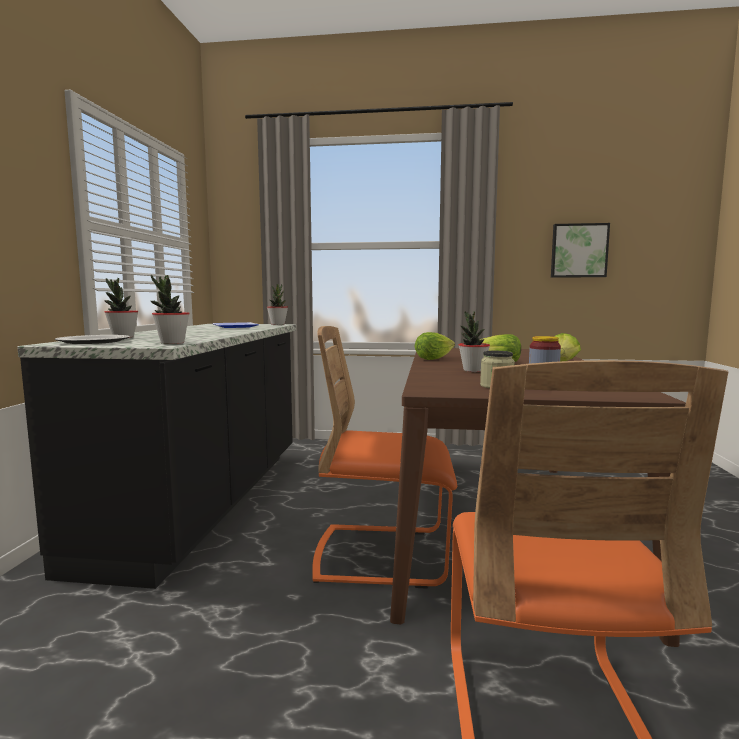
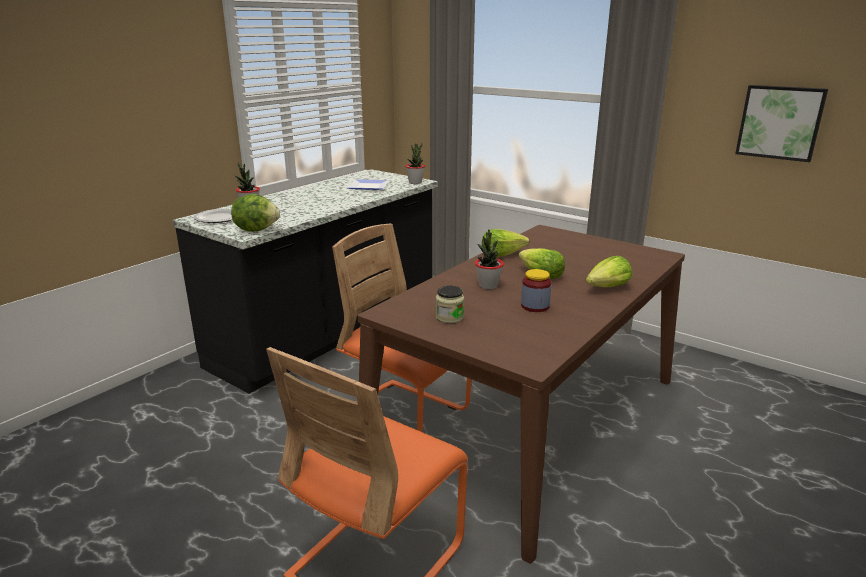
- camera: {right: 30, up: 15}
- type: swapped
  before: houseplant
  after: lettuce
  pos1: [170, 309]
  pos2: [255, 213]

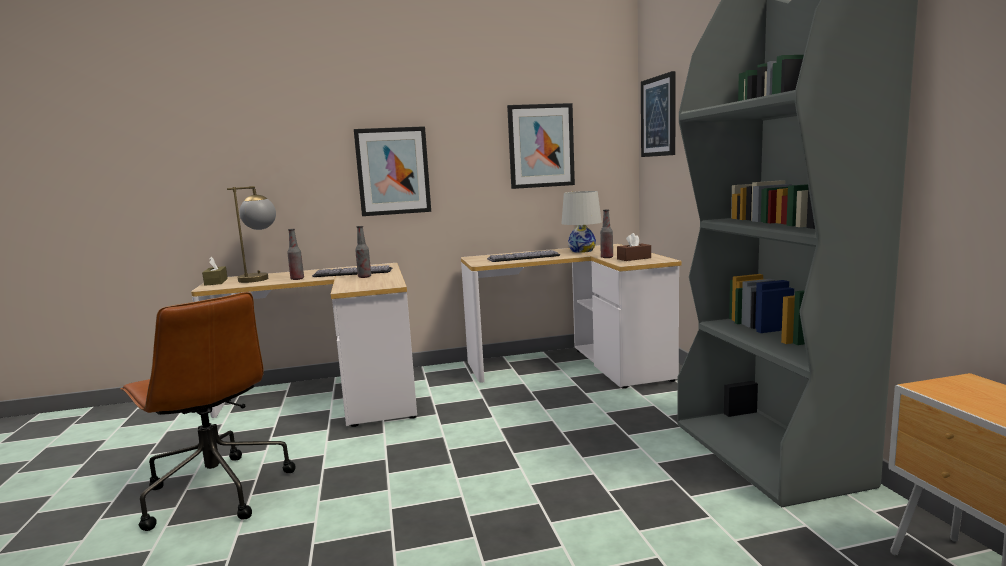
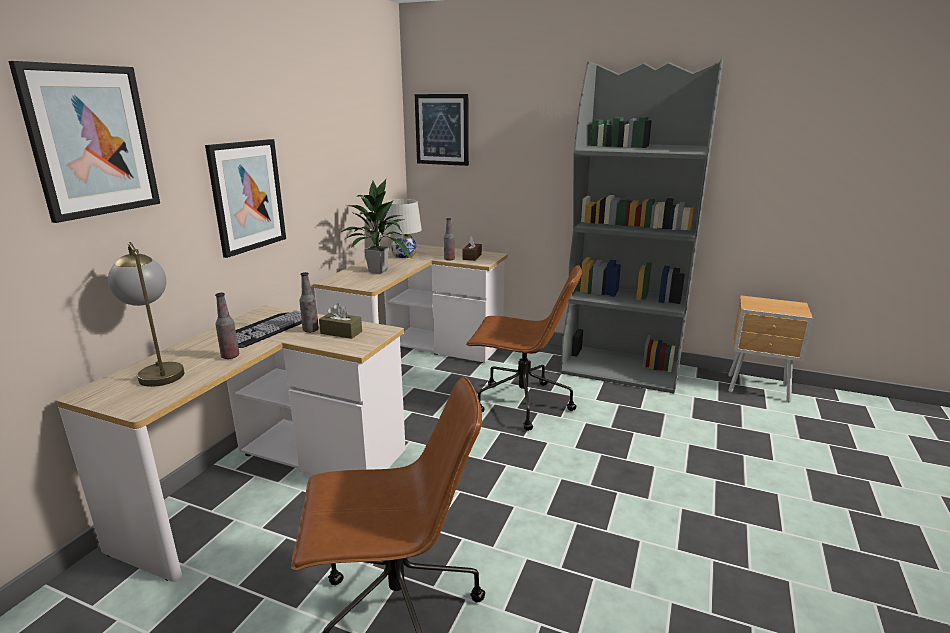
- camera: {right: -55, up: 10}
- type: shifted
  before: wall_picture
  pos1: [541, 146]
  pos2: [84, 142]
- type: swapped
  before: PC_keyboard
  after: houseplant
  pos1: [523, 256]
  pos2: [375, 226]
- type: shifted
  before: brownish_box_of_tissues
  pos1: [215, 271]
  pos2: [340, 321]
- type: new
  after: brownish_desk_chair
  pos2: [524, 348]

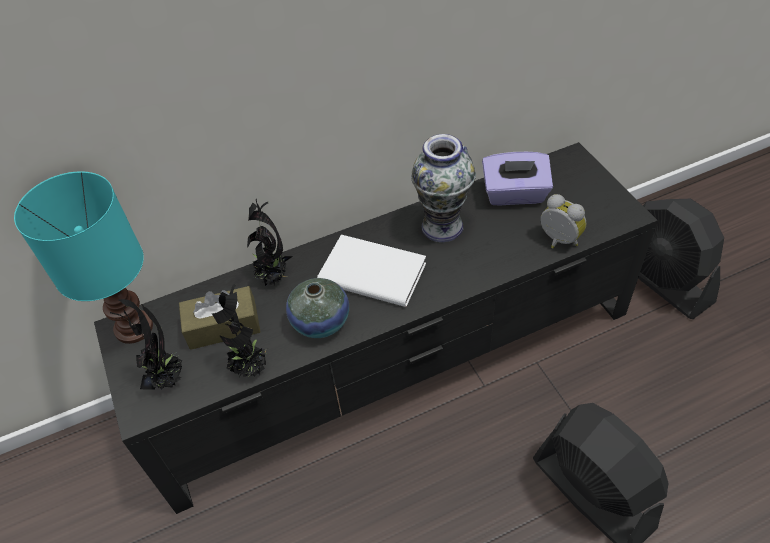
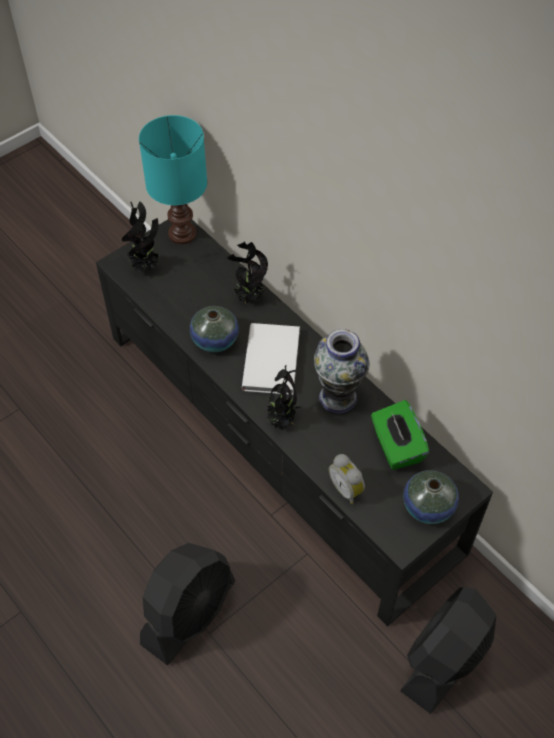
- camera: {right: 70, up: 5}
- type: repainted
  before: purple_box_of_tissues
  after: green-coloured_box_of_tissues
  pos1: [517, 178]
  pos2: [400, 435]
- type: rotated
  before: table_clock
  pos1: [563, 221]
  pos2: [347, 479]
  turn: 120
- type: shifted
  before: houseplant
  pos1: [239, 331]
  pos2: [283, 397]
- type: gone
  before: brownish_box_of_tissues
  pos1: [219, 318]
- type: new
  after: vase
  pos2: [431, 497]

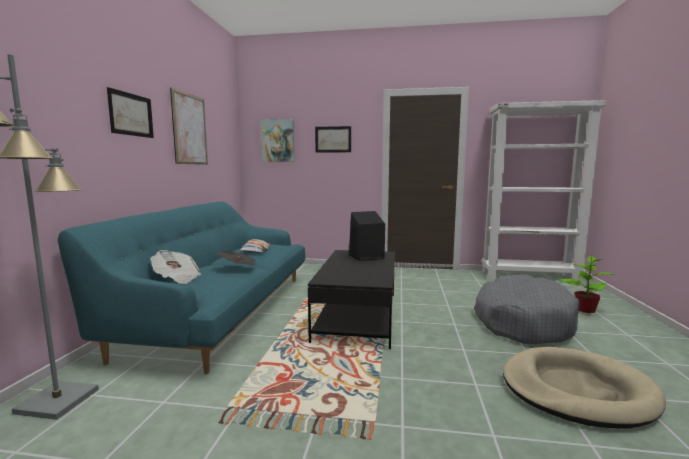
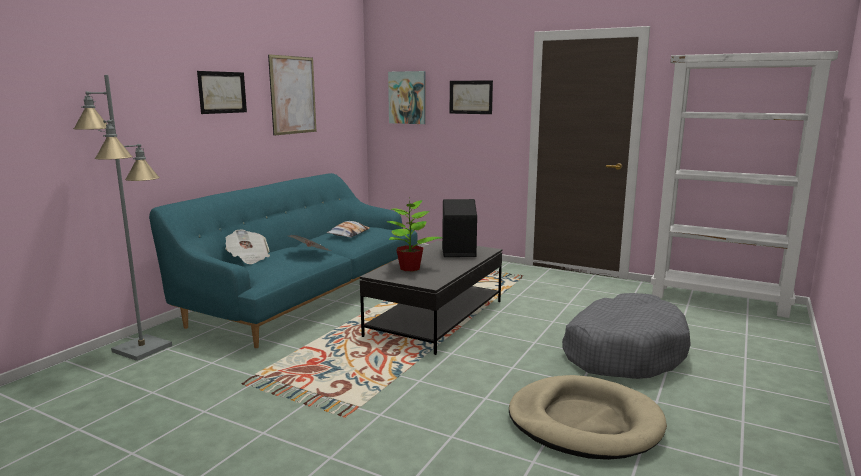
- camera: {right: 20, up: 5}
- type: shifted
  before: houseplant
  pos1: [586, 284]
  pos2: [415, 234]

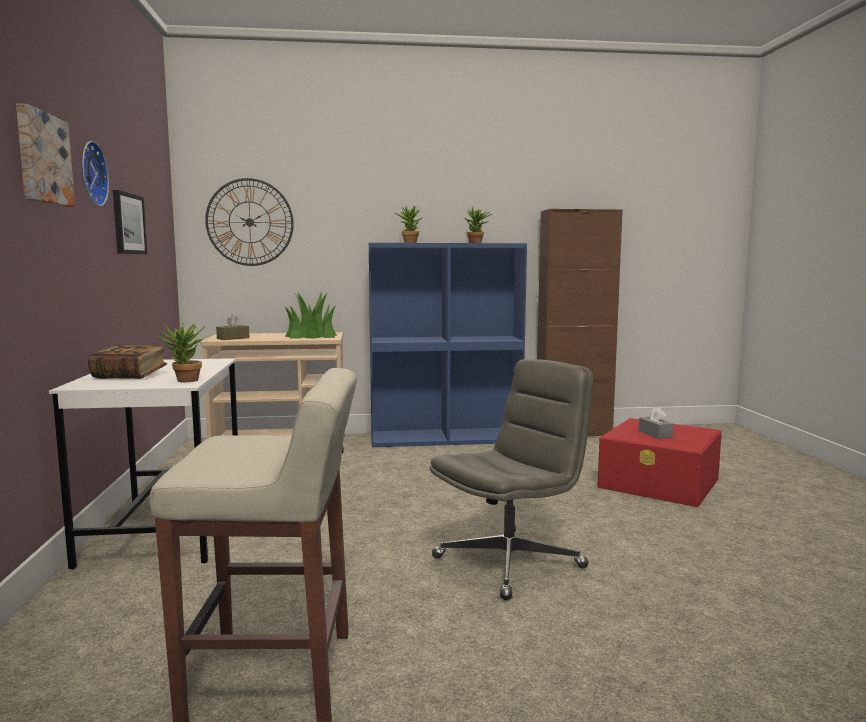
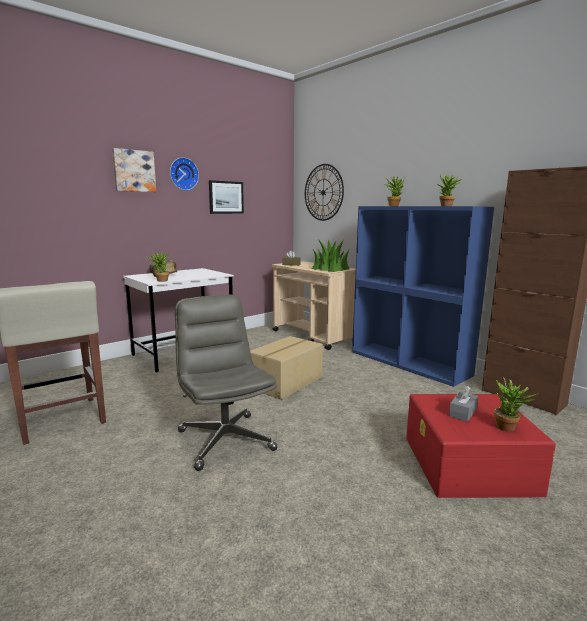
- camera: {right: 55, up: 5}
- type: rotated
  before: grey_desk_chair
  pos1: [511, 479]
  pos2: [226, 383]
  turn: -135
- type: new
  after: carton
  pos2: [286, 368]
- type: new
  after: houseplant
  pos2: [515, 404]

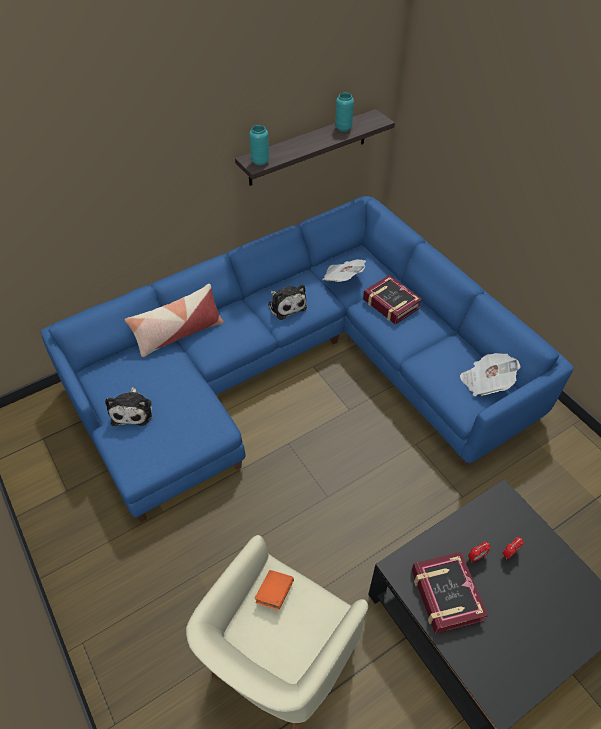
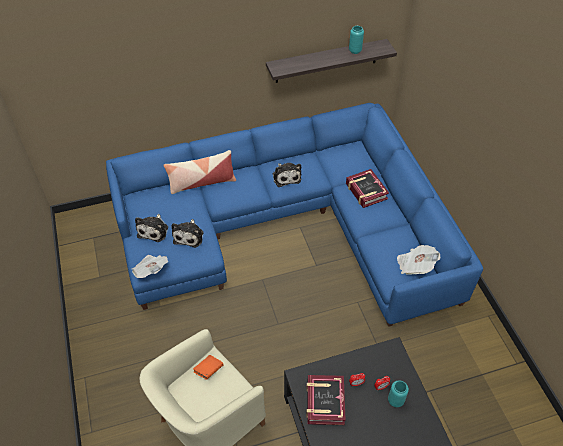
- camera: {right: 15, up: 0}
- type: shifted
  before: turquoise_vase
  pos1: [259, 145]
  pos2: [398, 393]
- type: shifted
  before: daily_paper
  pos1: [344, 270]
  pos2: [150, 266]
- type: new
  after: plush_toy
  pos2: [187, 233]

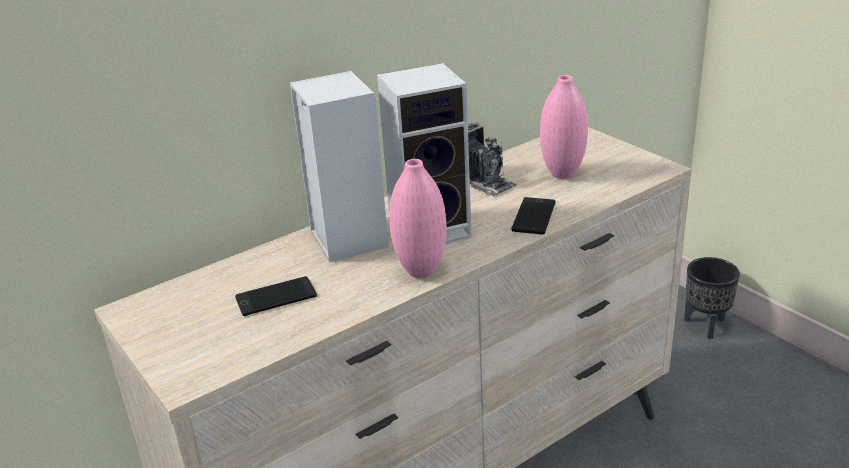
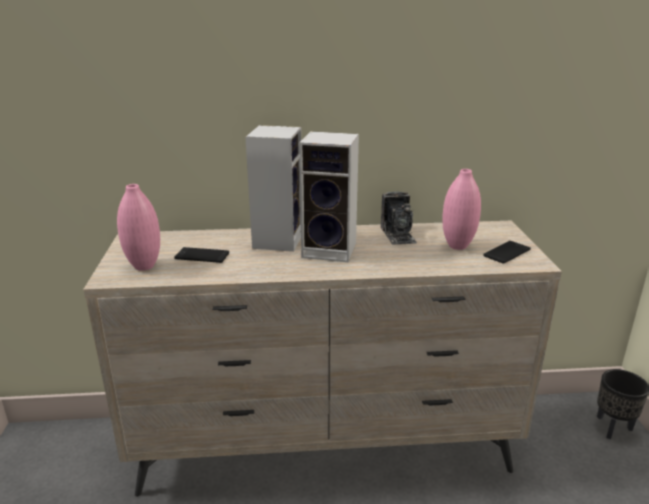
- camera: {right: 30, up: -5}
- type: shifted
  before: pink_vase
  pos1: [418, 218]
  pos2: [138, 227]
- type: shifted
  before: handset
  pos1: [534, 215]
  pos2: [507, 252]

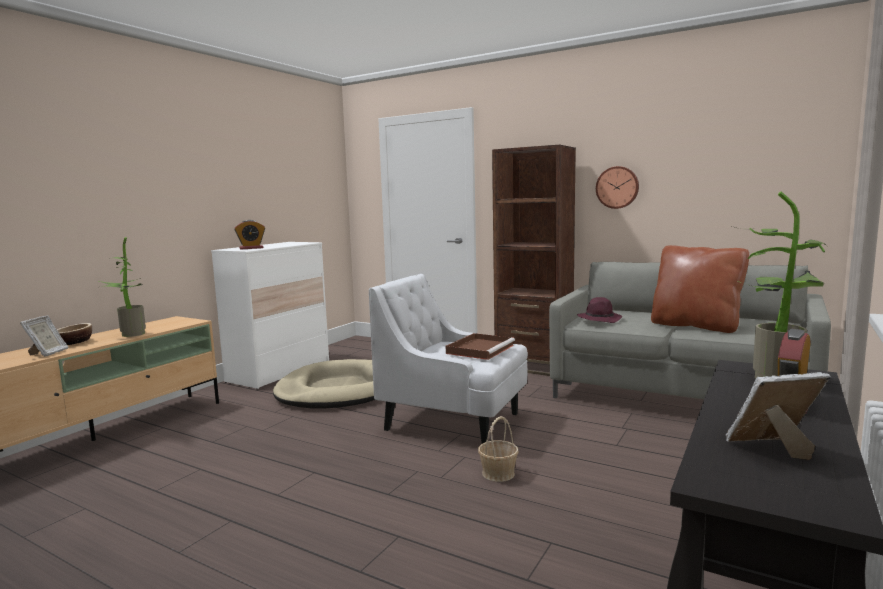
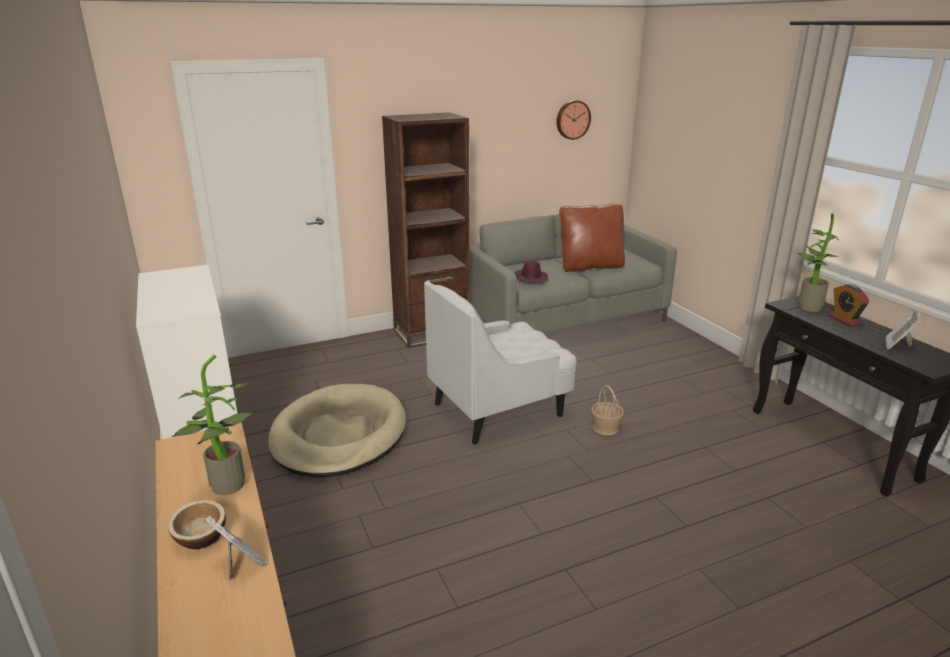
- camera: {right: -55, up: 15}
- type: shifted
  before: clock_on_the_wall
  pos1: [617, 187]
  pos2: [574, 120]
- type: gone
  before: table_clock
  pos1: [249, 234]
- type: gone
  before: brownish_carrying_tray
  pos1: [480, 346]

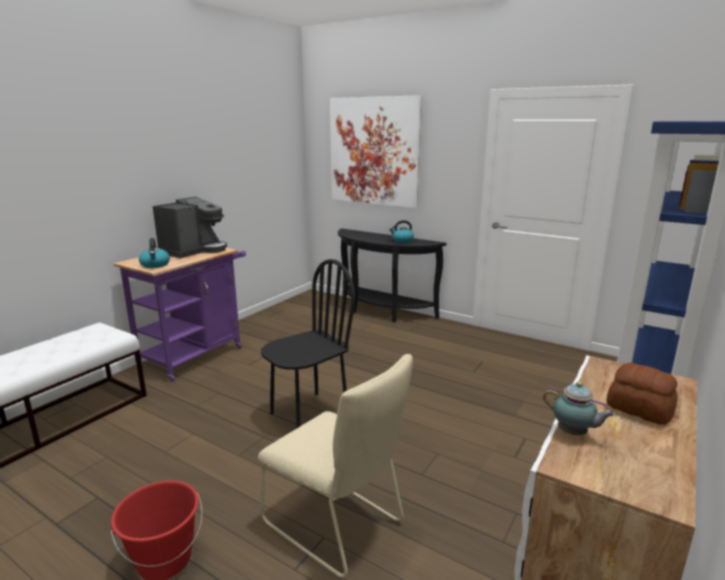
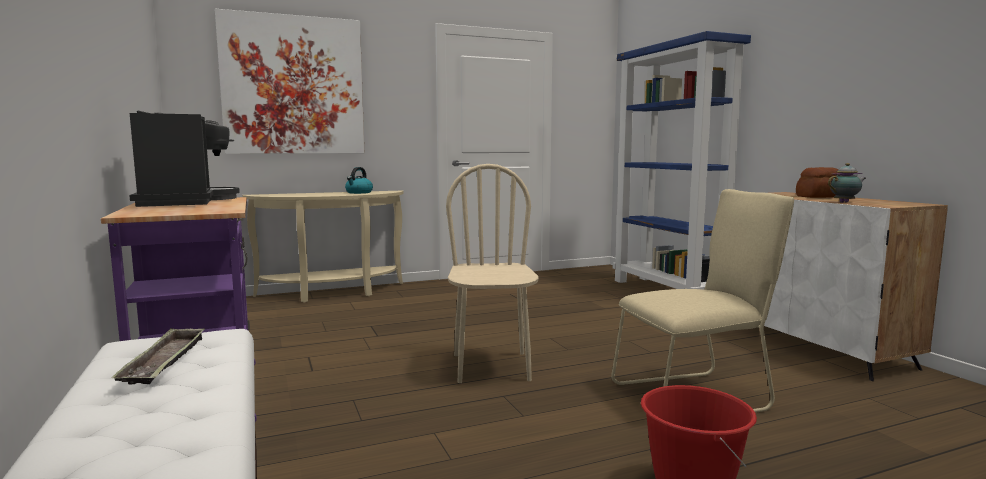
- camera: {right: -55, up: -10}
- type: repainted
  before: black-coloured_console_table
  after: beige-coloured_console_table
  pos1: [392, 275]
  pos2: [322, 247]
- type: gone
  before: water_kettle
  pos1: [154, 253]
- type: repainted
  before: black-coloured_upright_chair
  after: beige-coloured_upright_chair
  pos1: [308, 343]
  pos2: [492, 273]
- type: new
  after: carrying_tray
  pos2: [158, 356]

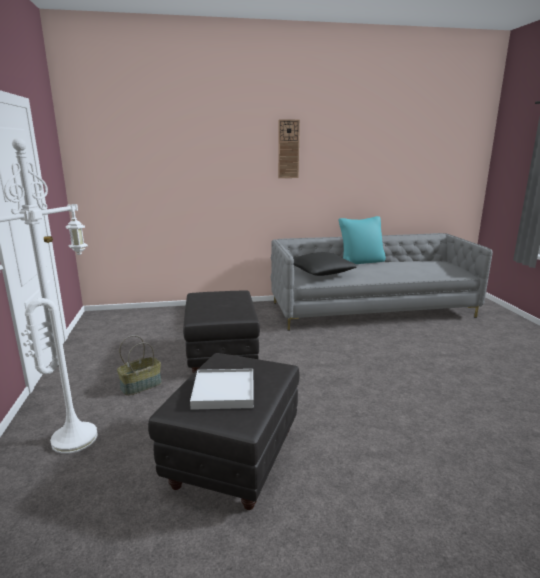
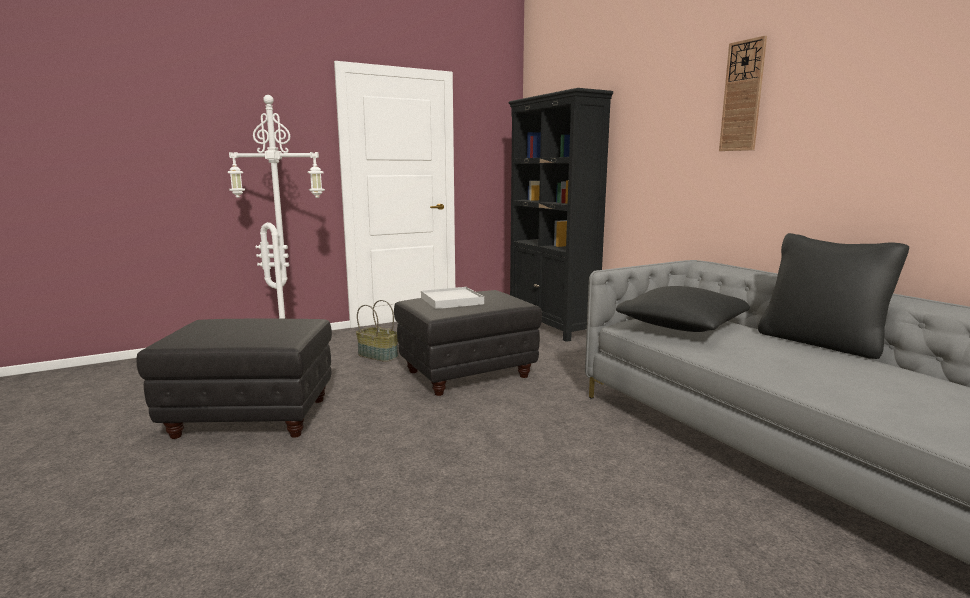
- camera: {right: 70, up: -5}
- type: repainted
  before: turquoise_throw_pillow
  after: black-coloured_throw_pillow
  pos1: [362, 240]
  pos2: [833, 296]
- type: shifted
  before: white_carrying_tray
  pos1: [222, 389]
  pos2: [452, 298]
- type: new
  after: black-coloured_shelving_unit
  pos2: [560, 215]

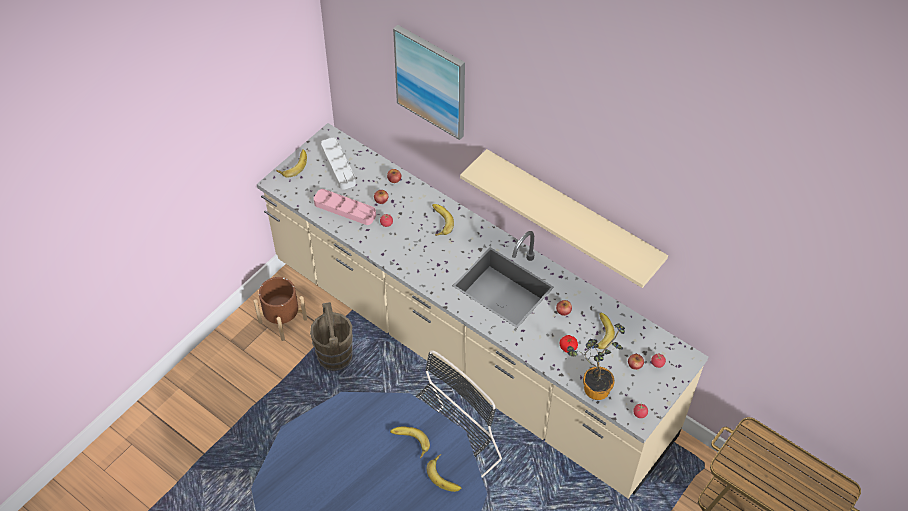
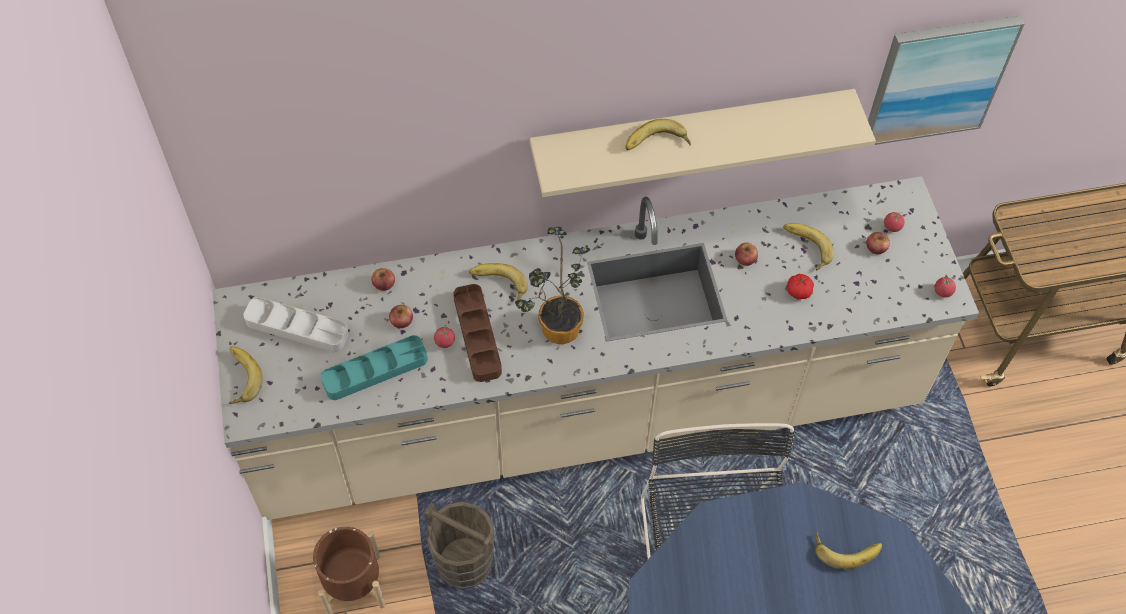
- camera: {right: -50, up: 5}
- type: shifted
  before: wall_picture
  pos1: [429, 82]
  pos2: [946, 80]
- type: repainted
  before: pink_carrying_tray
  after: turquoise_carrying_tray
  pos1: [345, 207]
  pos2: [374, 367]
- type: shifted
  before: houseplant
  pos1: [596, 361]
  pos2: [552, 285]
- type: shifted
  before: banana_fruit
  pos1: [410, 442]
  pos2: [658, 134]
- type: new
  after: brownish_carrying_tray
  pos2: [477, 333]

